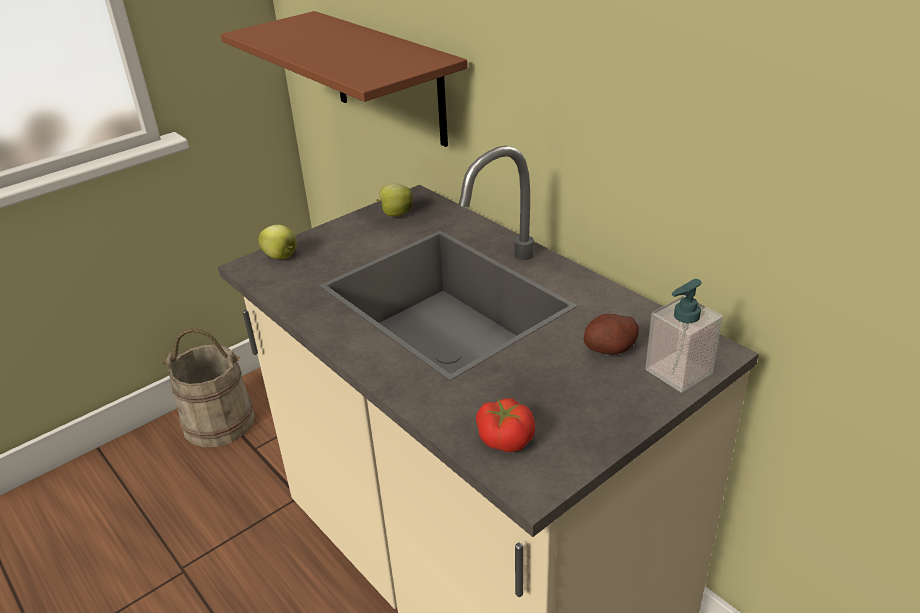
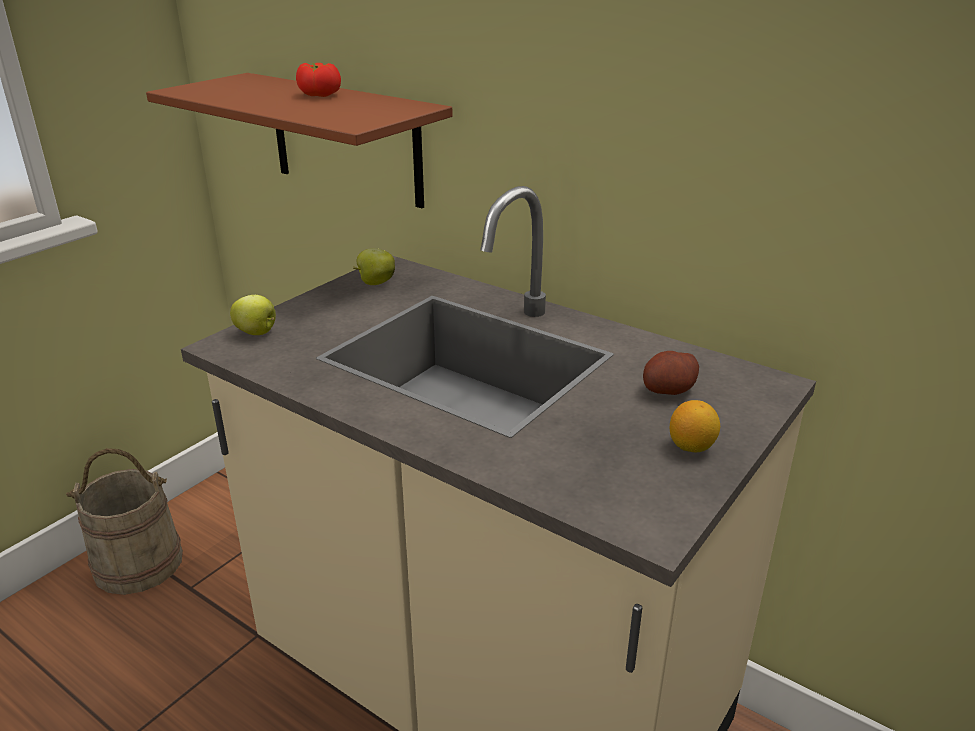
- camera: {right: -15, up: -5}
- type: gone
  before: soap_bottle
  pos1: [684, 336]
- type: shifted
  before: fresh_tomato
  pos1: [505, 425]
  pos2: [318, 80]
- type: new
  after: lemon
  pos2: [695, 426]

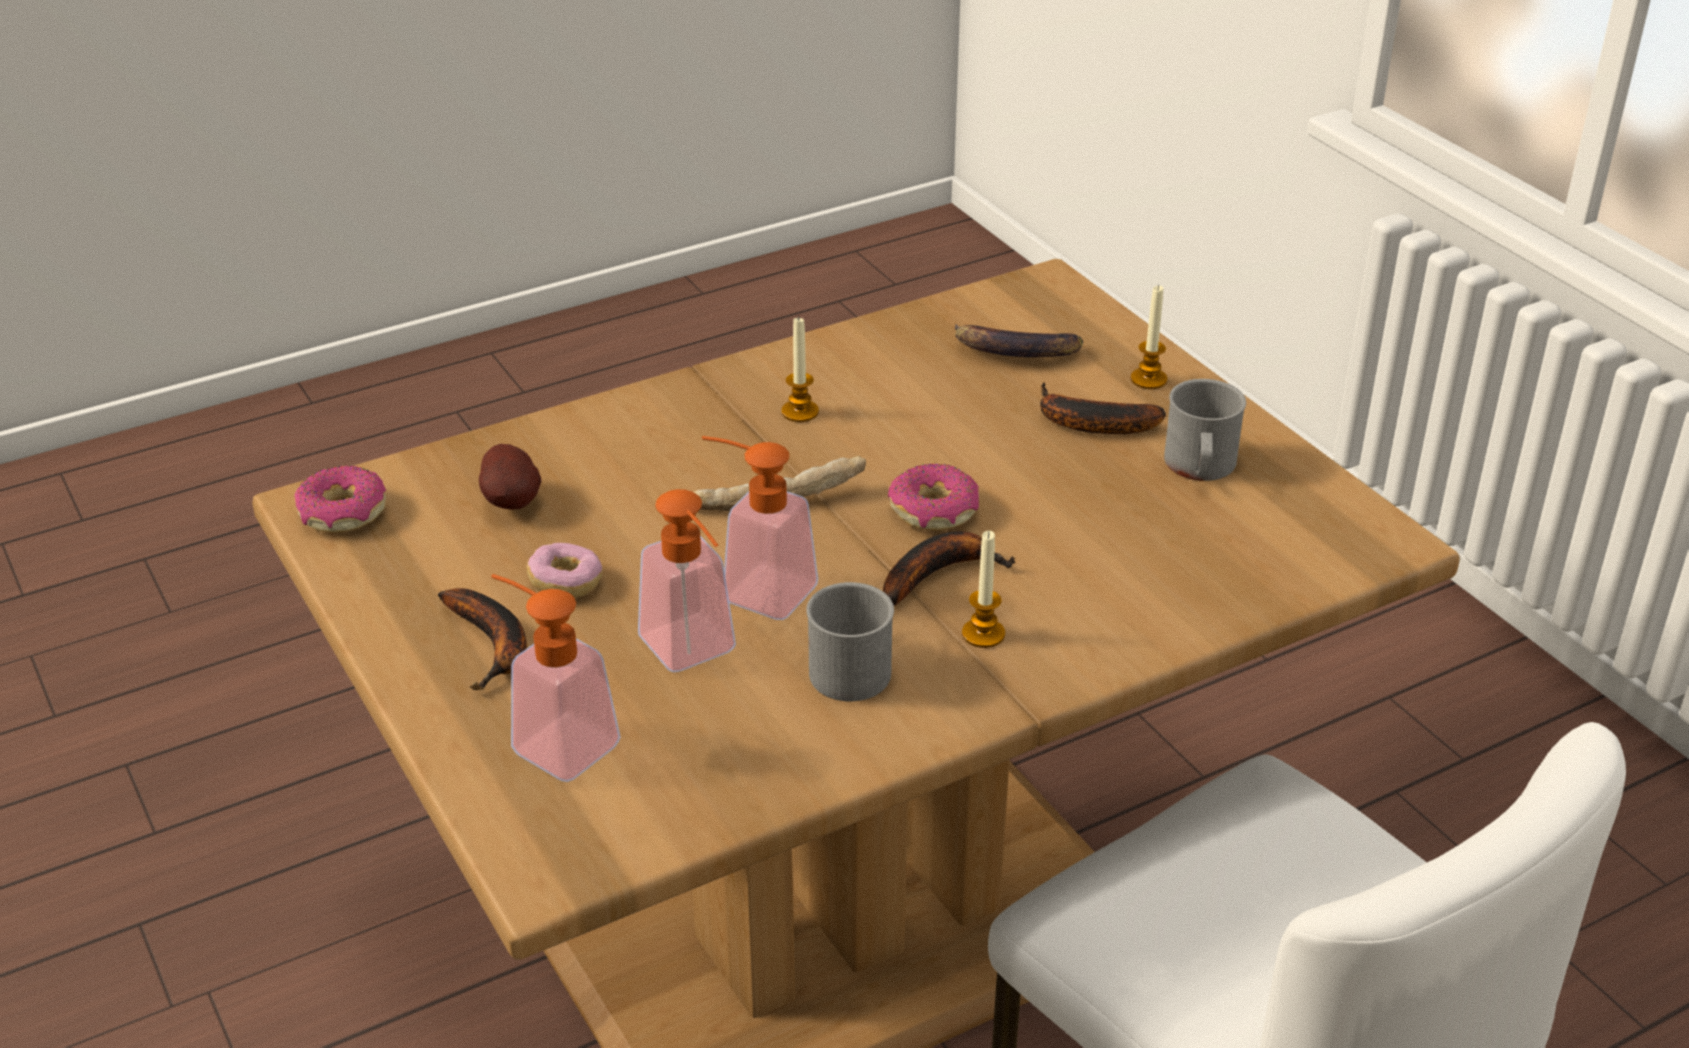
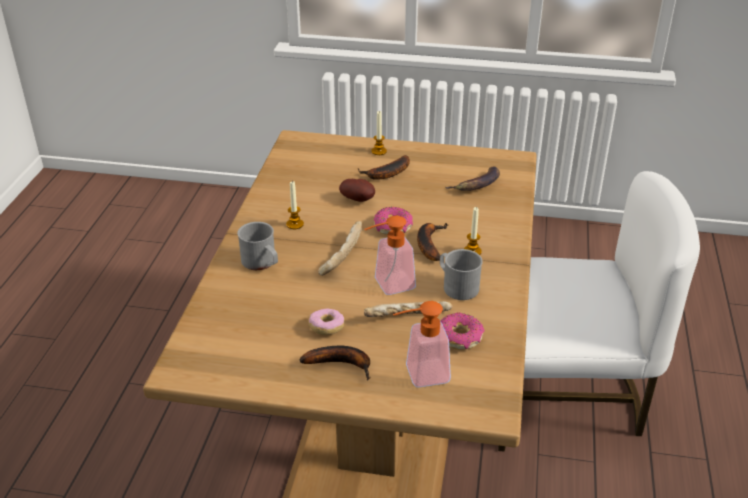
- camera: {right: -50, up: 0}
- type: shifted
  before: banana_fruit
  pos1: [1019, 340]
  pos2: [472, 178]
- type: shifted
  before: grey_coffee_mug
  pos1: [1205, 430]
  pos2: [257, 246]
- type: shifted
  before: potato
  pos1: [510, 477]
  pos2: [357, 190]
- type: shifted
  before: ring_doughnut
  pos1: [340, 499]
  pos2: [463, 331]
- type: swapped
  before: soap_bottle
  after: baked_bread
  pos1: [687, 580]
  pos2: [408, 309]

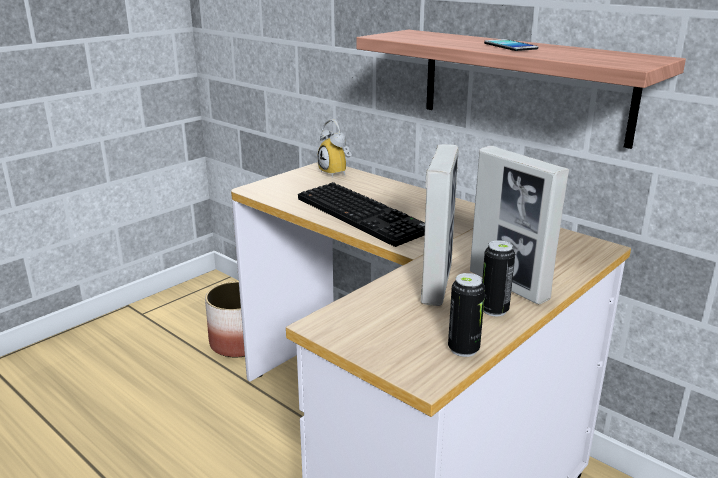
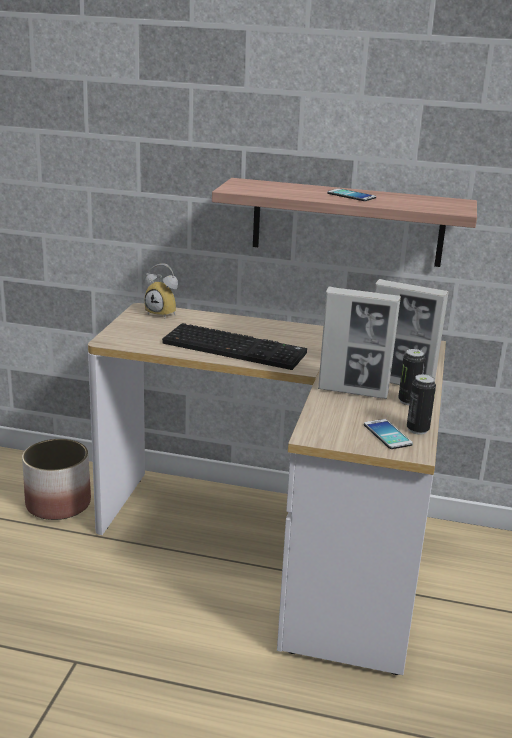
- camera: {right: -30, up: 0}
- type: rotated
  before: standing_frame
  pos1: [439, 225]
  pos2: [359, 343]
  turn: 120
- type: new
  after: handset
  pos2: [388, 434]

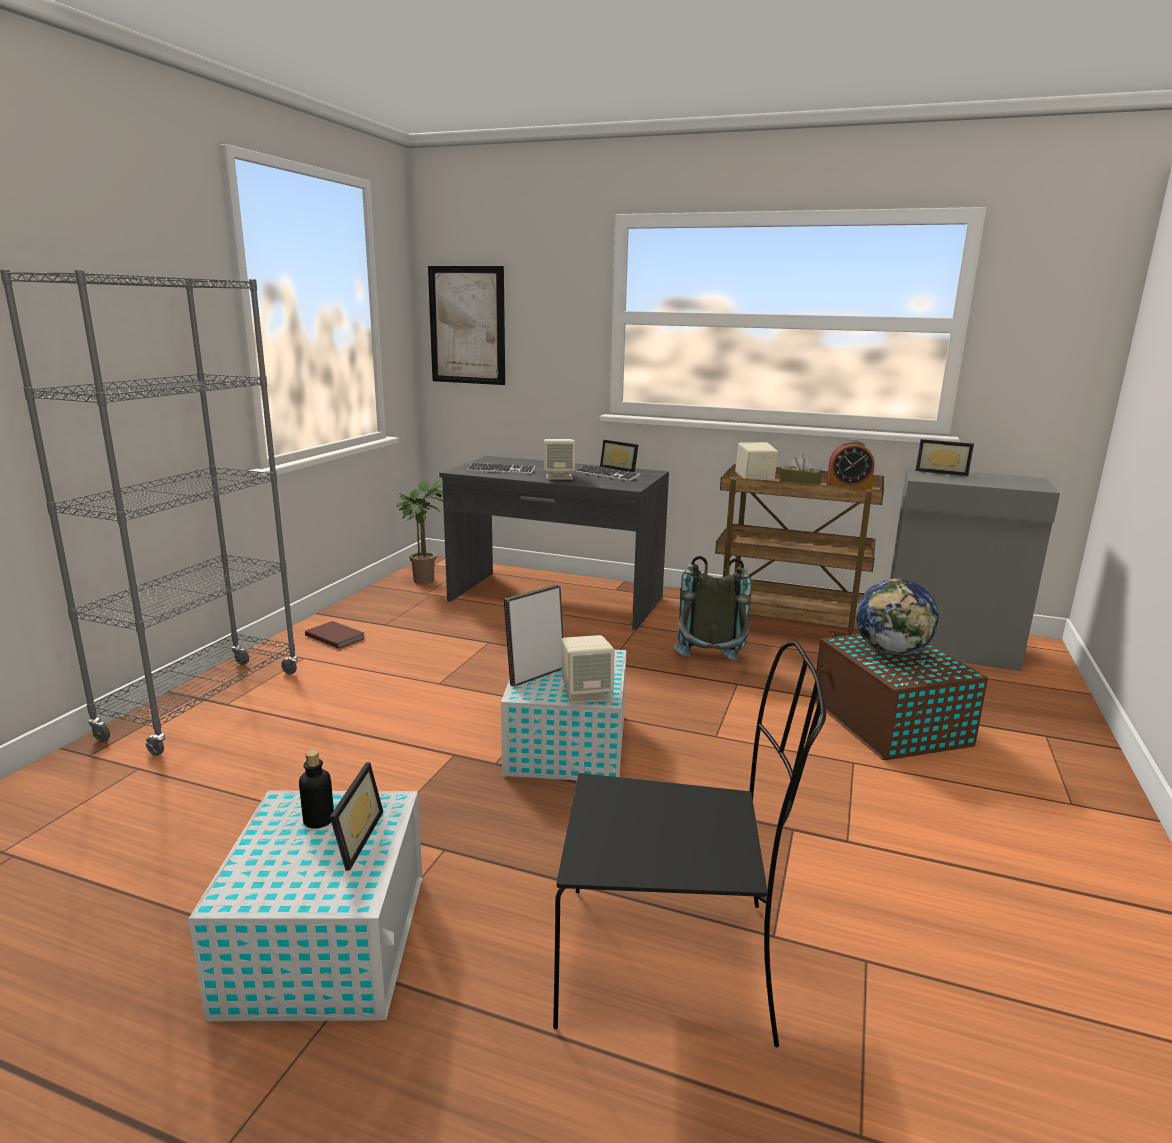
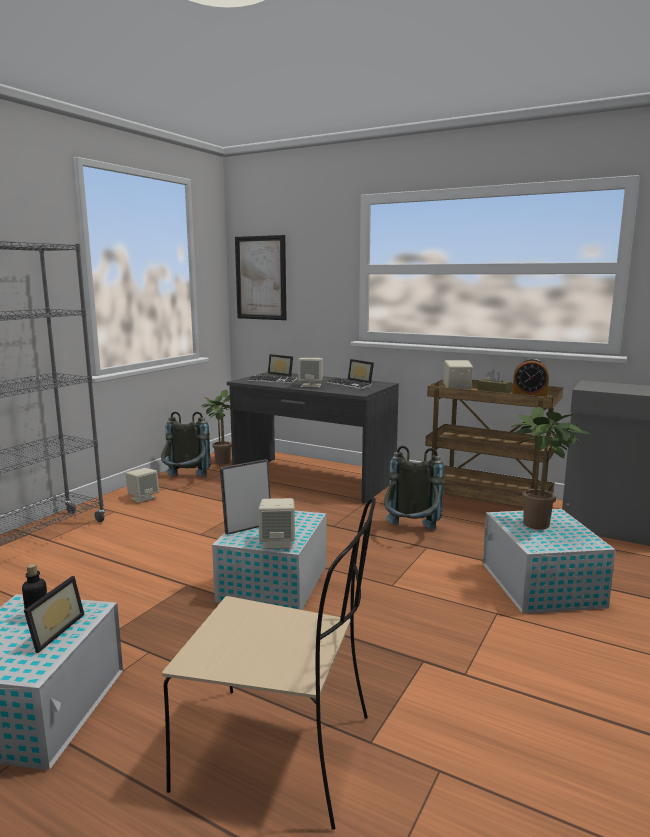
- camera: {right: 10, up: -5}
- type: shifted
  before: standing_frame
  pos1: [944, 457]
  pos2: [280, 365]
- type: swapped
  before: globe
  after: houseplant
  pos1: [897, 617]
  pos2: [550, 468]
- type: swapped
  before: brownish_bound_book
  after: beige-coloured_audio_speaker
  pos1: [335, 635]
  pos2: [142, 485]
- type: repainted
  before: brownish_storage_bin
  after: white_storage_bin
  pos1: [901, 697]
  pos2: [549, 561]
- type: repainted
  before: black-coloured_upright_chair
  after: beige-coloured_upright_chair
  pos1: [689, 844]
  pos2: [269, 664]
- type: new
  after: grey_knapsack
  pos2: [186, 444]

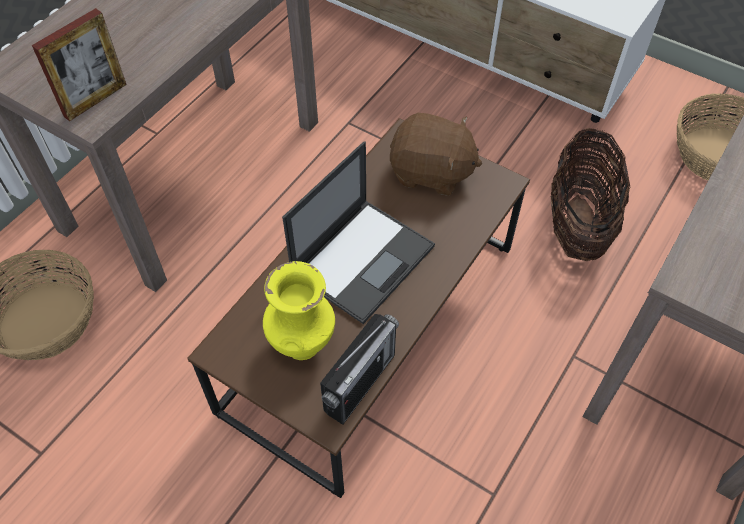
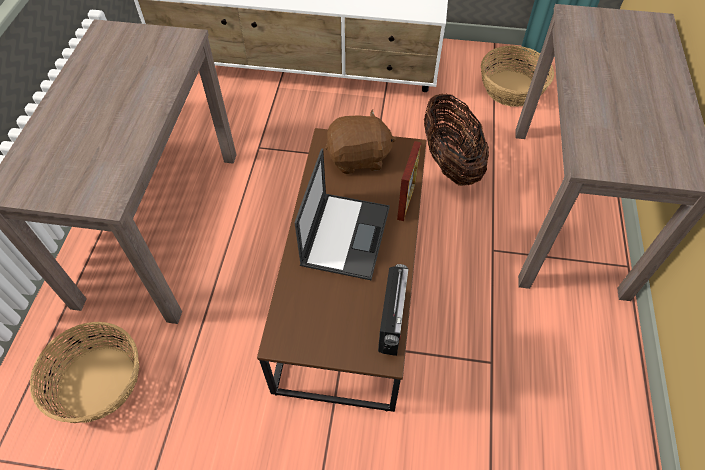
- camera: {right: -25, up: 0}
- type: shifted
  before: standing_frame
  pos1: [79, 64]
  pos2: [409, 181]
- type: gone
  before: yellowish_vase
  pos1: [299, 310]

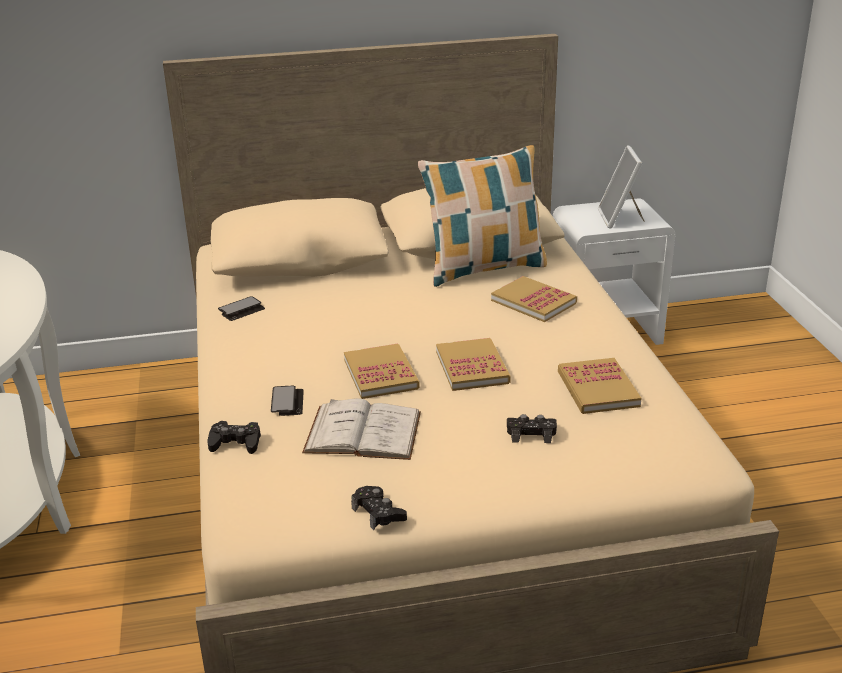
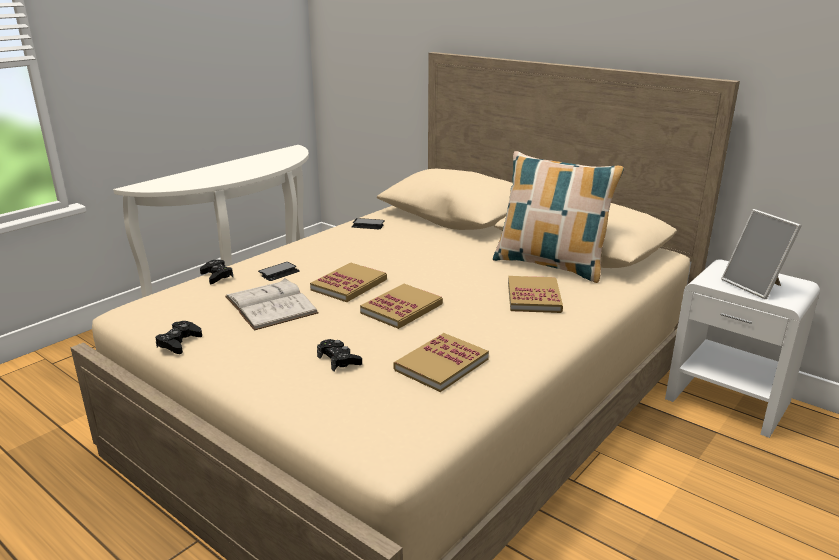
- camera: {right: 50, up: -5}
- type: rotated
  before: standing_frame
  pos1: [621, 187]
  pos2: [761, 254]
  turn: -75

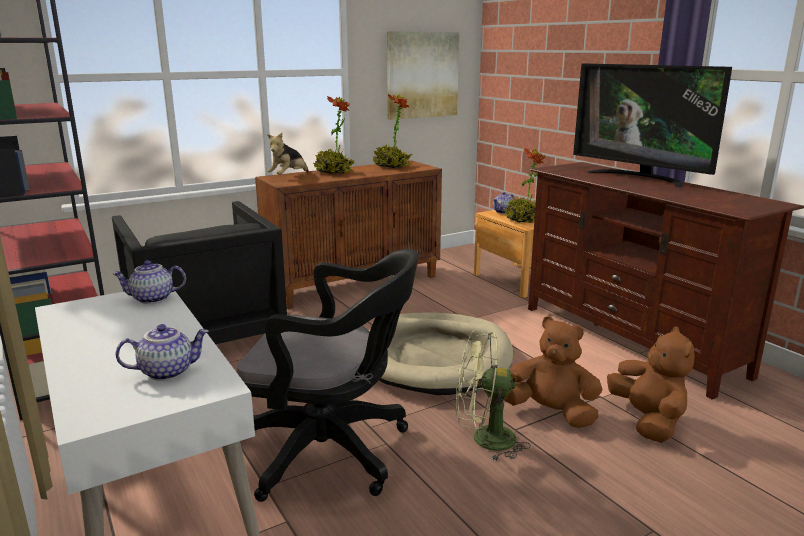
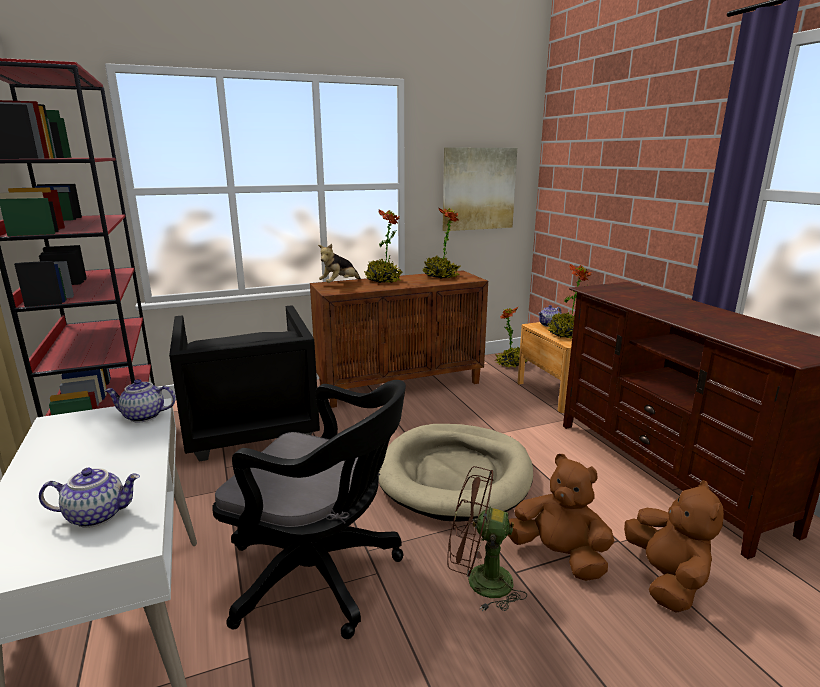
- camera: {right: 10, up: 0}
- type: gone
  before: TV_set
  pos1: [652, 125]
- type: repainted
  before: green-coloured_cooling_fan
  after: brownish_cooling_fan
  pos1: [493, 396]
  pos2: [487, 538]
- type: new
  after: houseplant
  pos2: [511, 337]

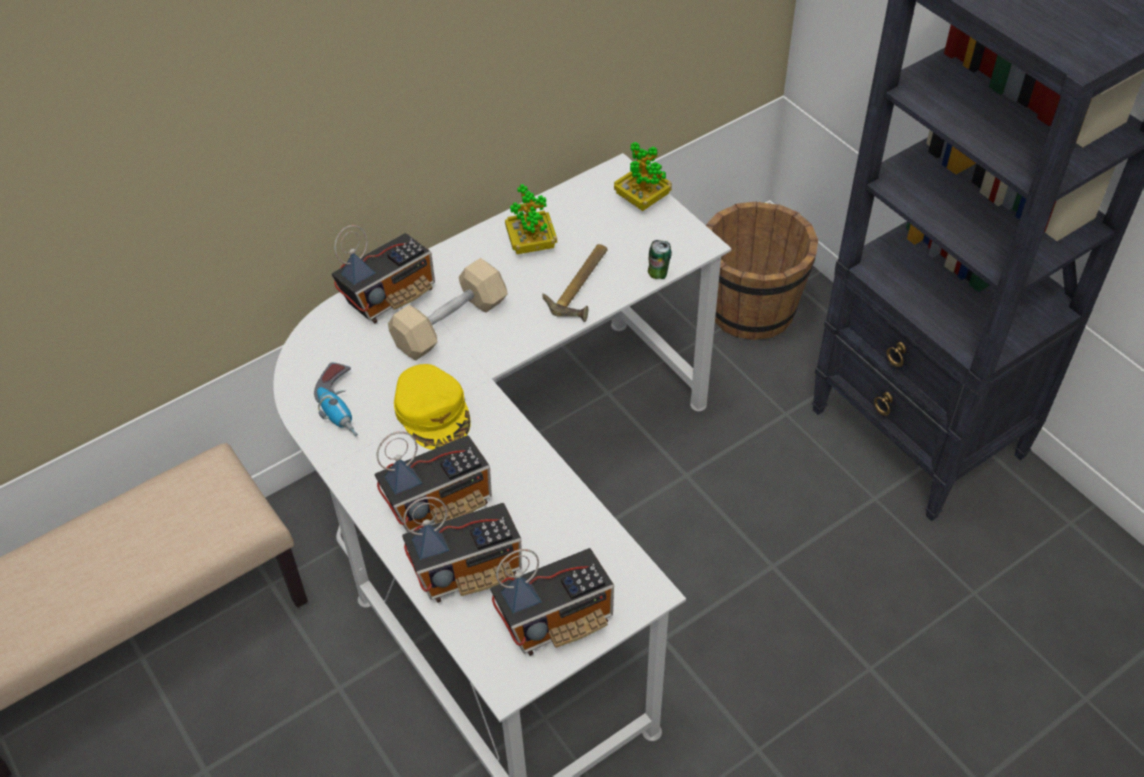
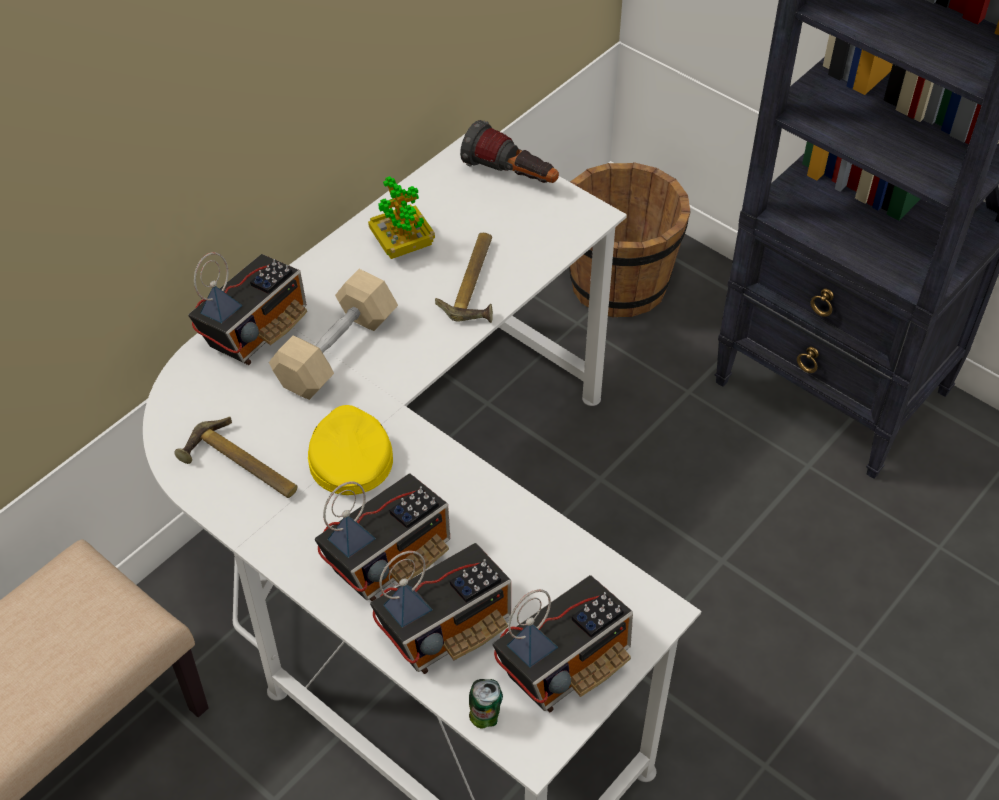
- camera: {right: -15, up: 0}
- type: swapped
  before: houseplant
  after: torch
  pos1: [643, 176]
  pos2: [509, 151]
- type: shifted
  before: can
  pos1: [660, 259]
  pos2: [486, 704]
- type: swapped
  before: drill
  after: tool_hammer
  pos1: [336, 399]
  pos2: [236, 457]
- type: rotated
  before: yellowish_baseball_cap
  pos1: [432, 407]
  pos2: [350, 450]
  turn: -150

